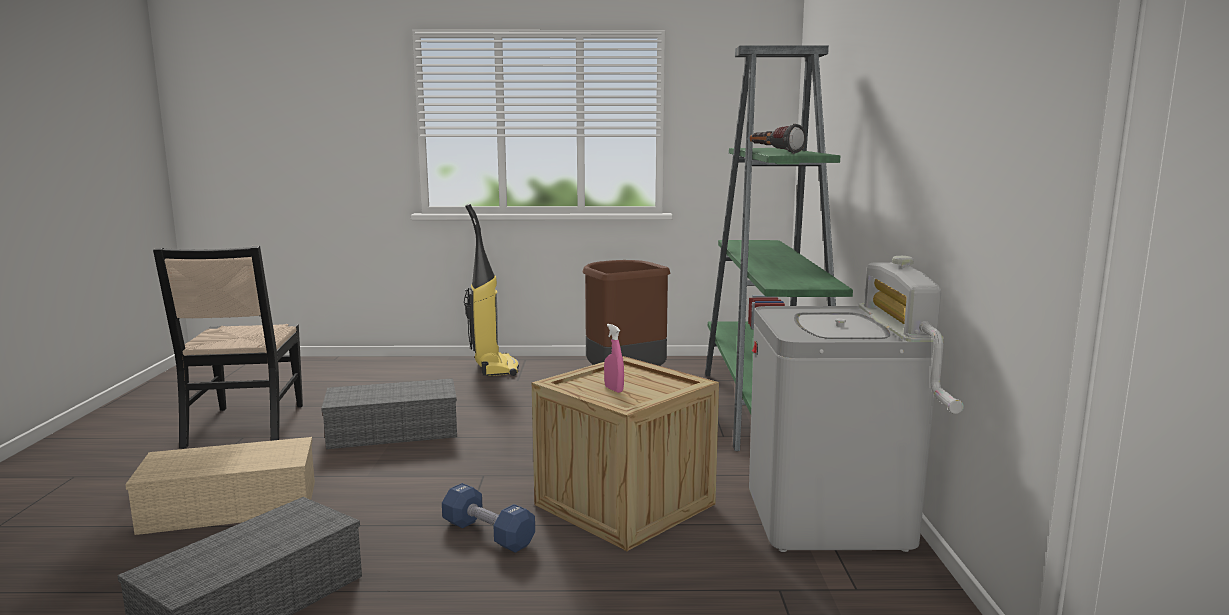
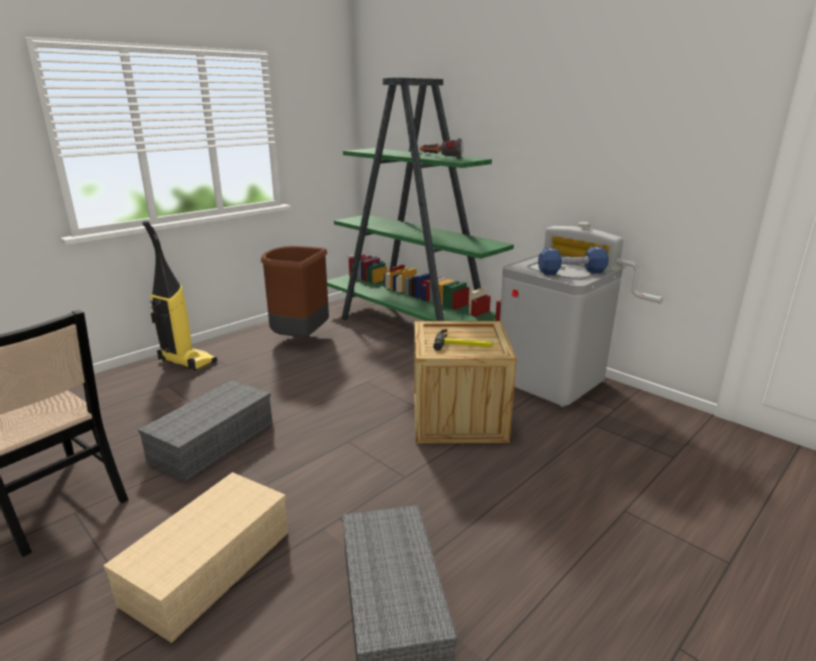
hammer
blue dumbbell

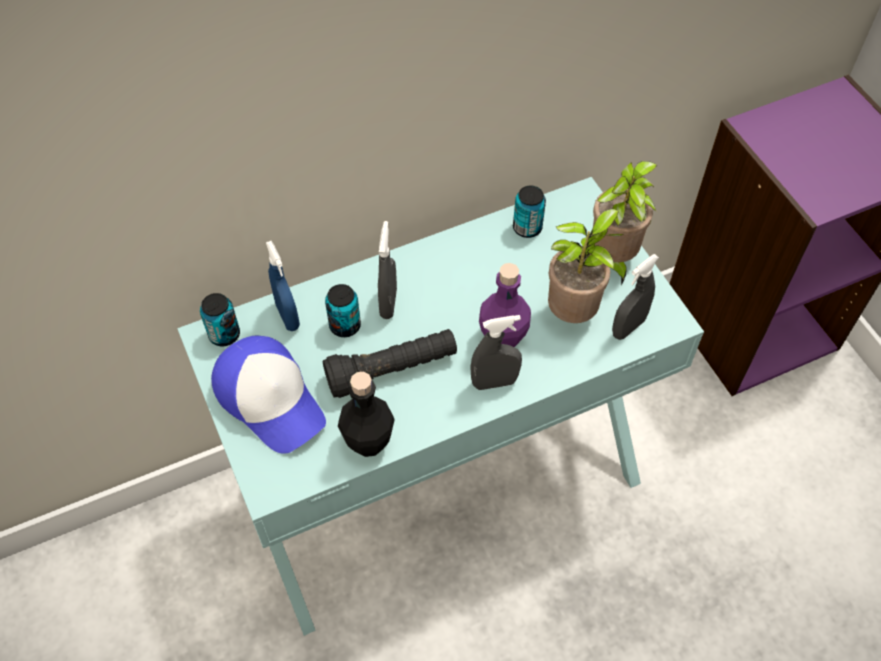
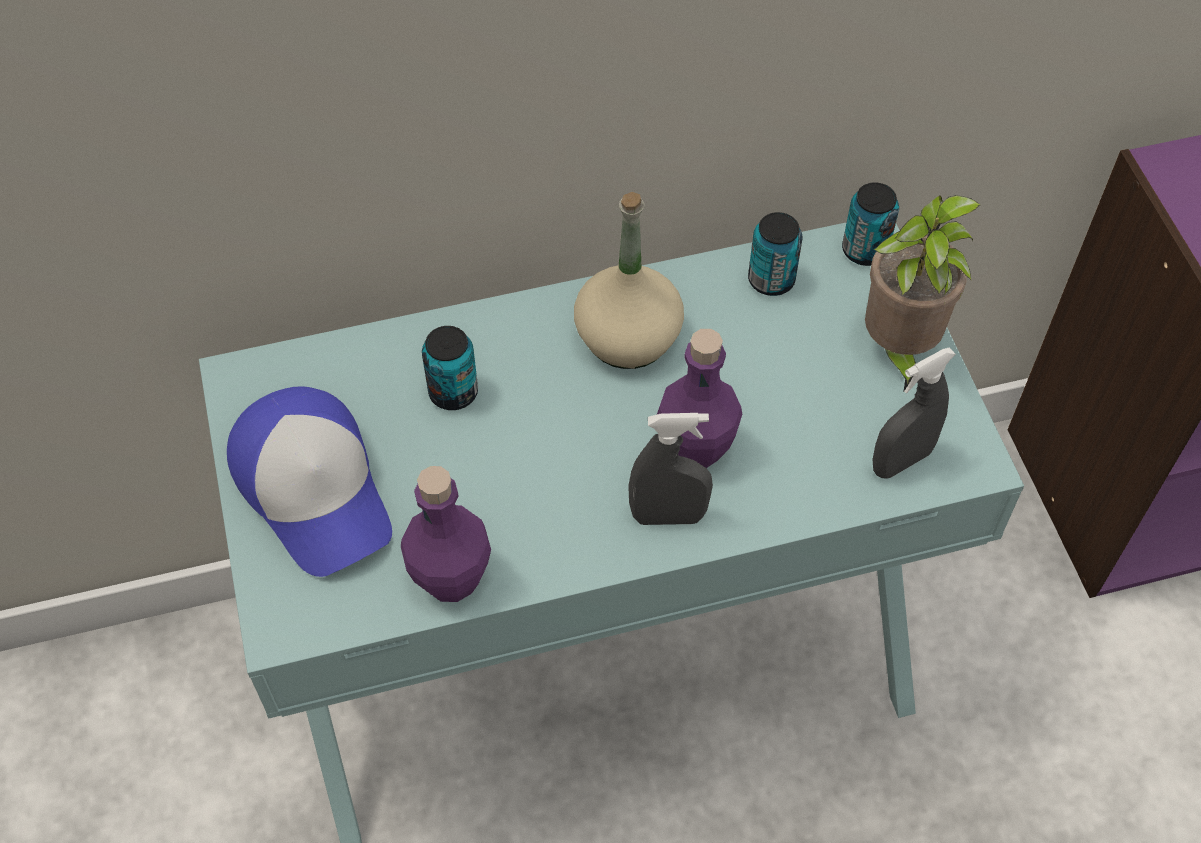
purple bottle (no. 1 from left)
beige bottle
can (no. 3 from left)
blue spray bottle
black flashlight
grey spray bottle (no. 1 from left in the first image)
potted plant (no. 1 from left in the first image)

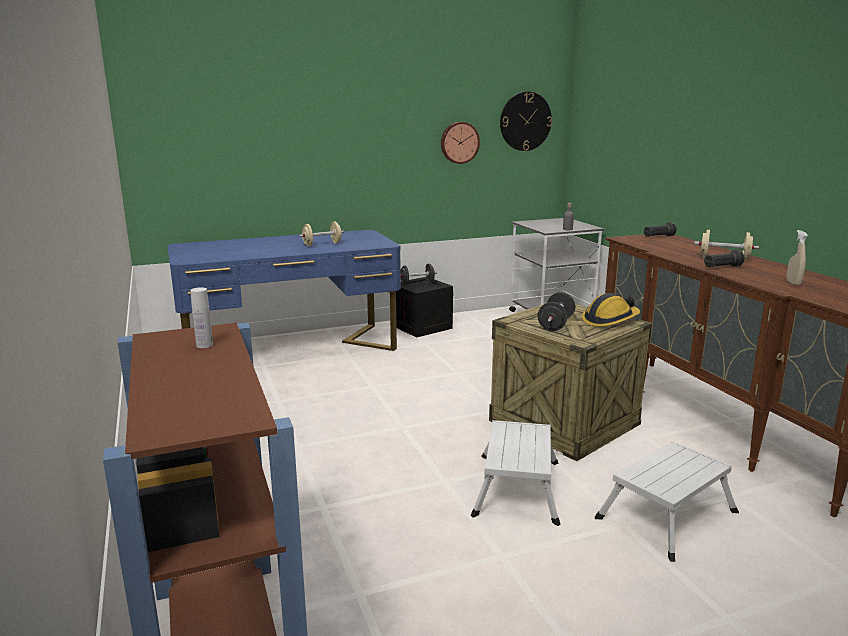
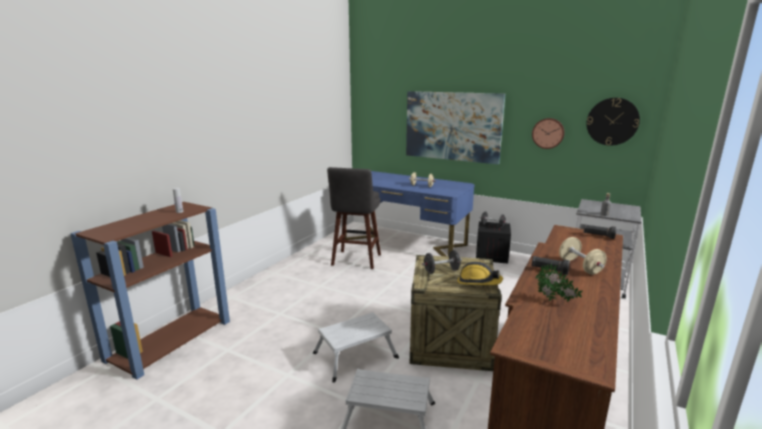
grey stool
picture
potted plant

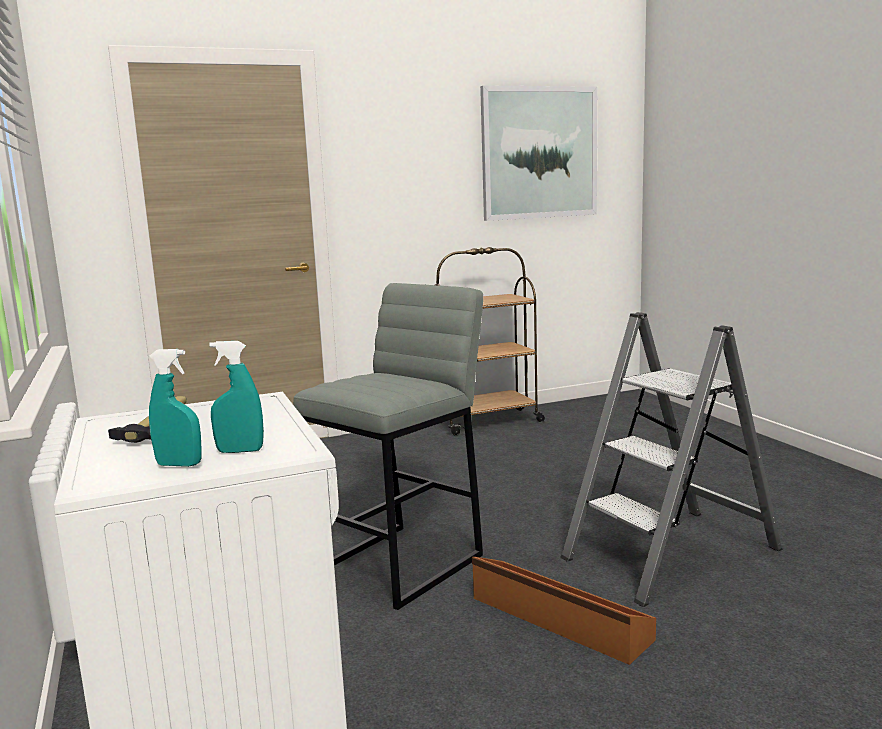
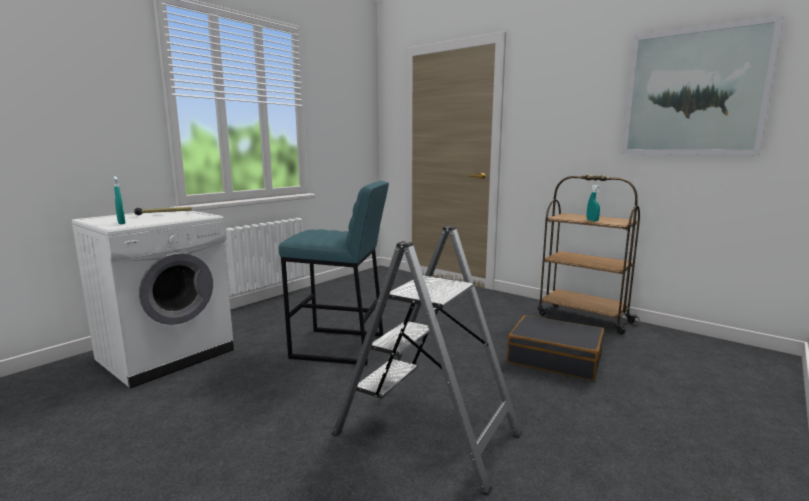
turquoise stool
black suitcase
turquoise spray bottle (no. 2 from left)
brown storage box

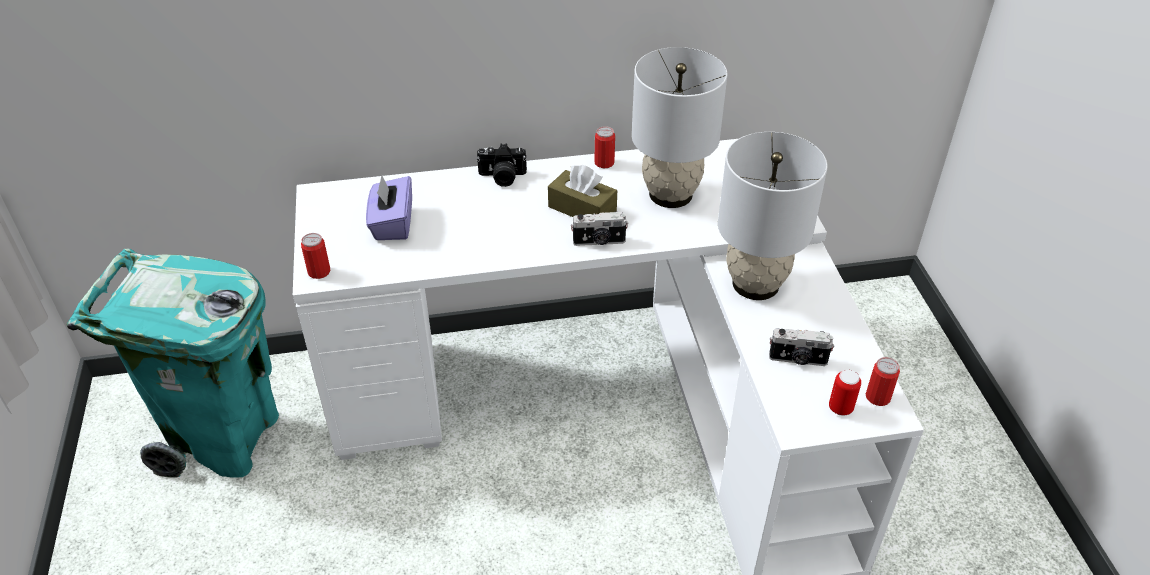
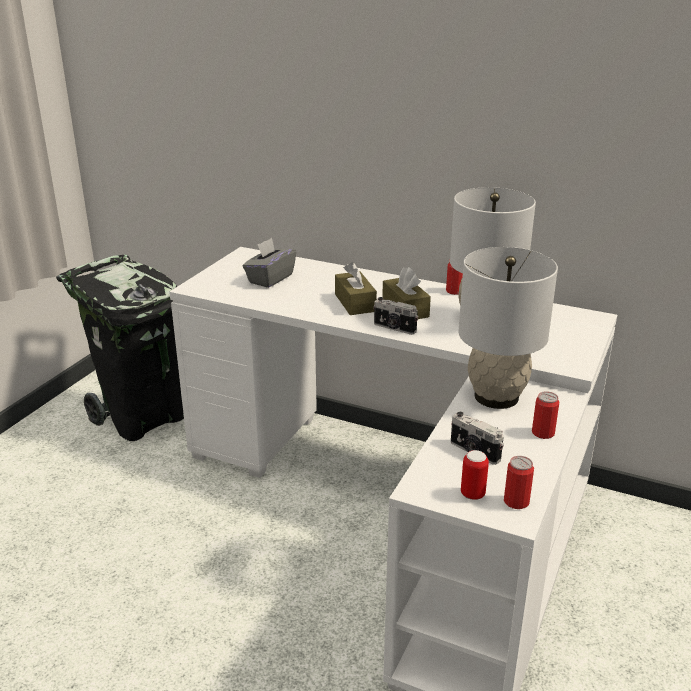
black trash can
grey tissue box
brown tissue box (no. 1 from left)
can (no. 4 from left)
photo camera (no. 1 from left in the first image)

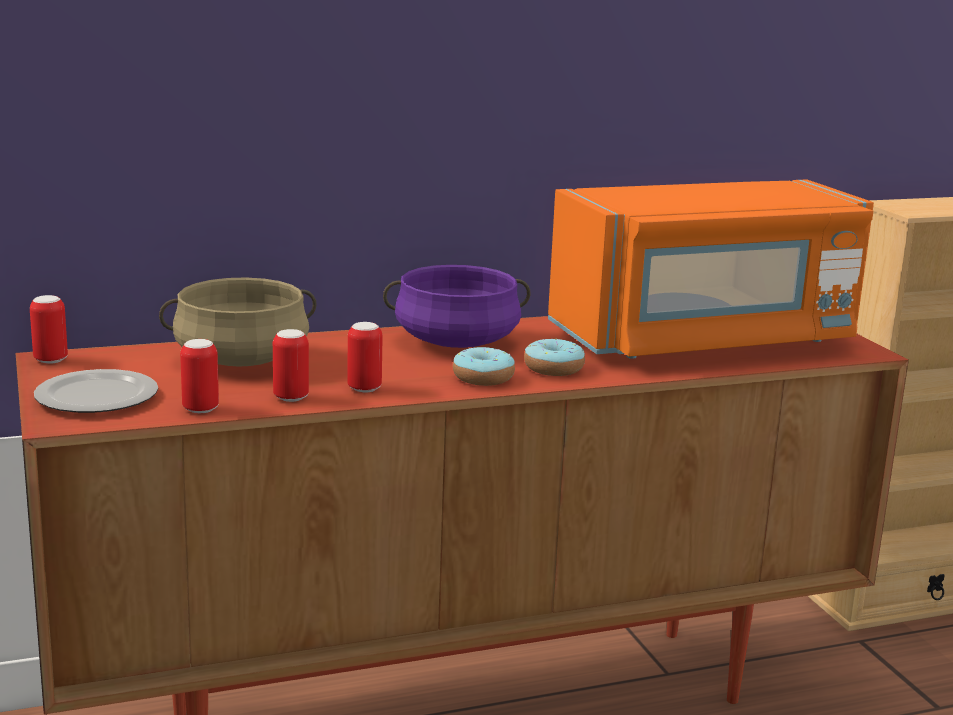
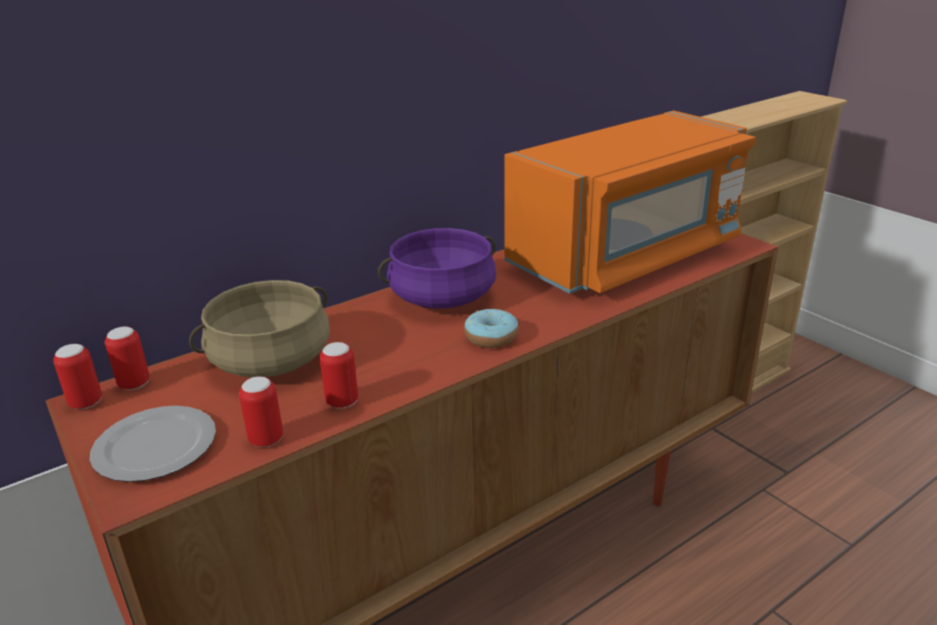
can (no. 2 from left)
donut (no. 2 from left in the first image)

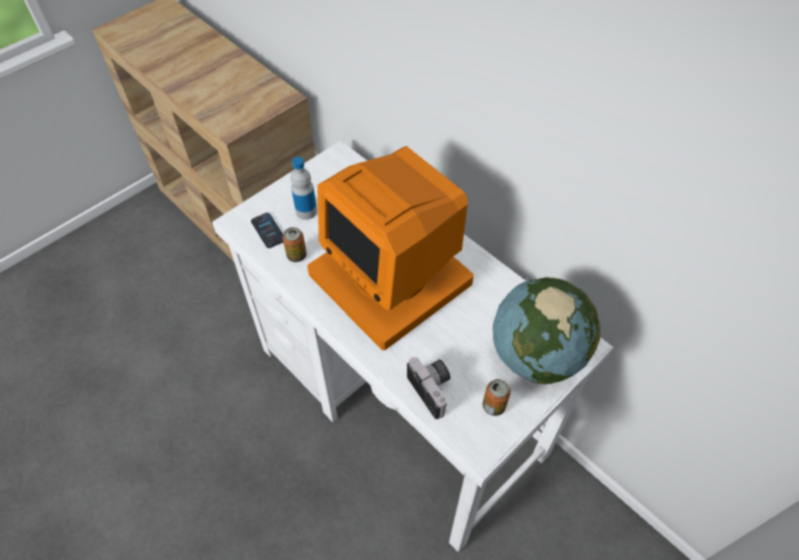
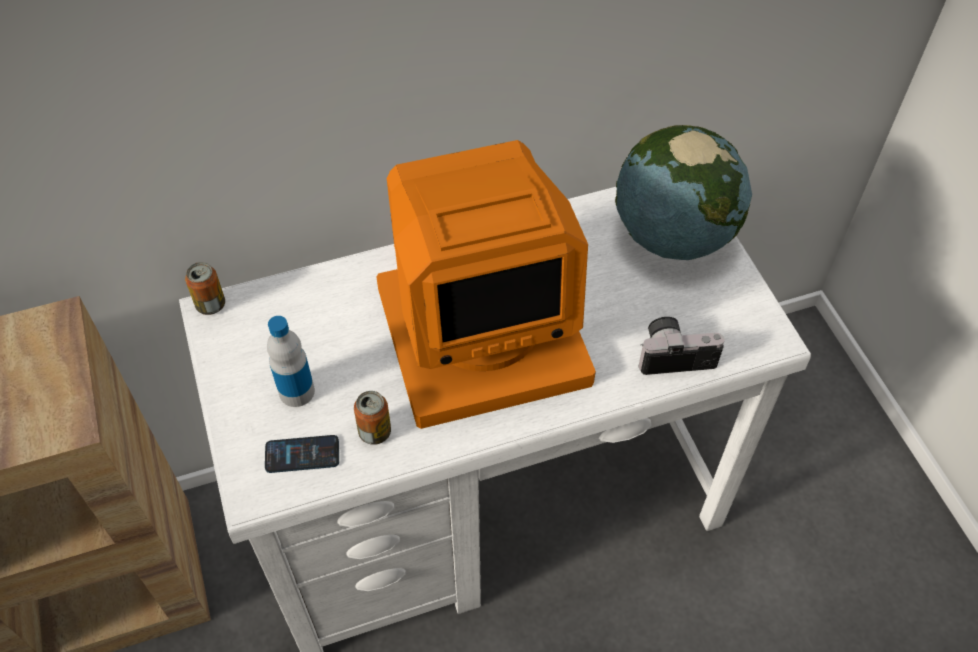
can (no. 1 from left)

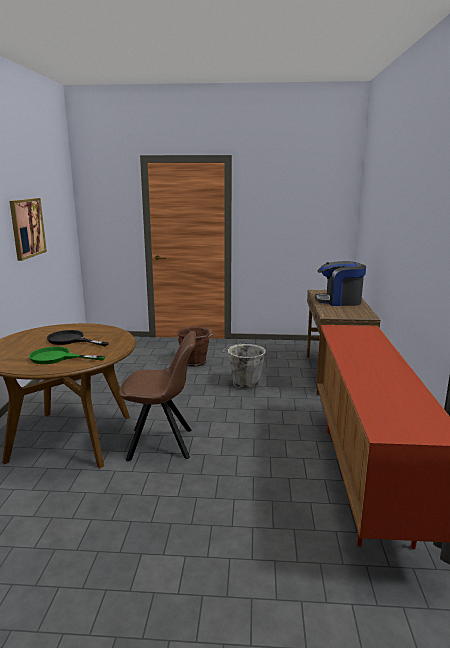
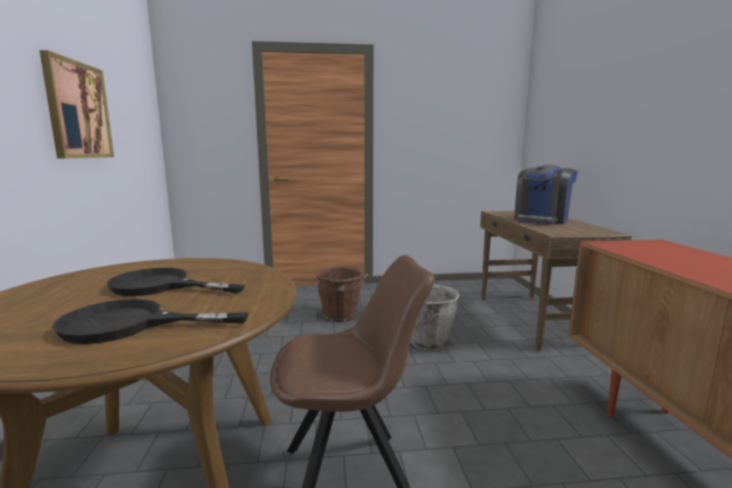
black frying pan (no. 1 from left)
coffee machine

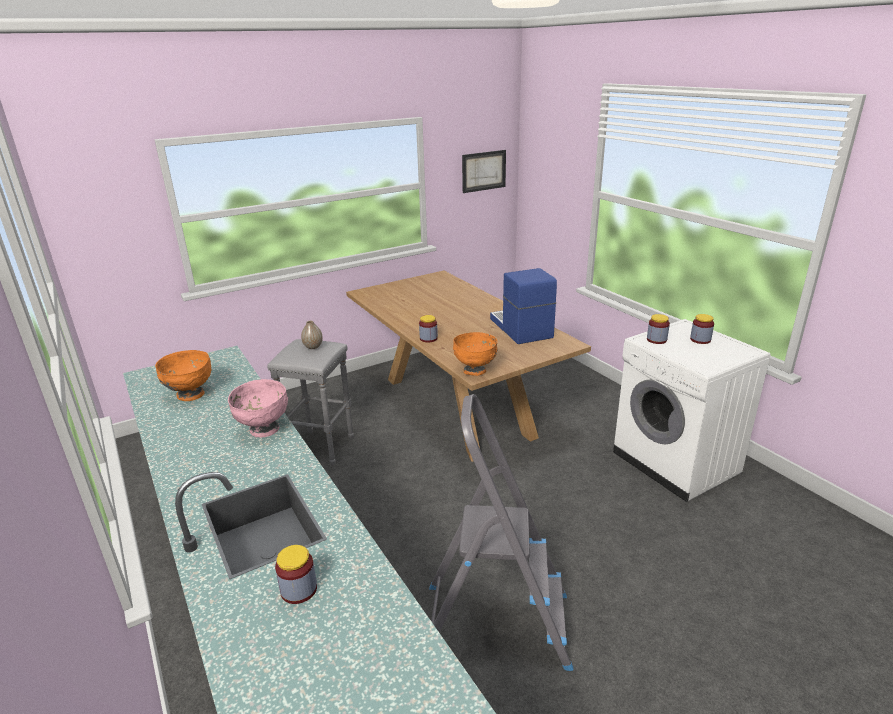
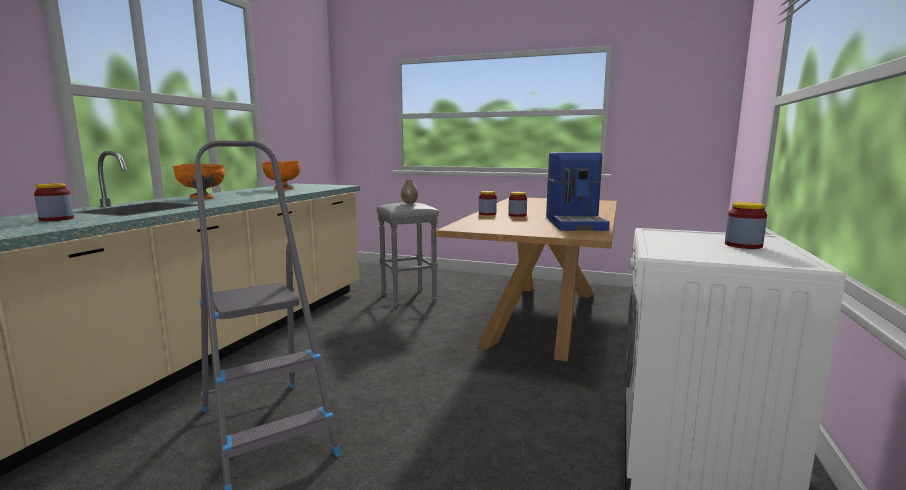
orange bowl (no. 1 from left)
jar (no. 3 from left)
coffee machine
pink bowl
picture

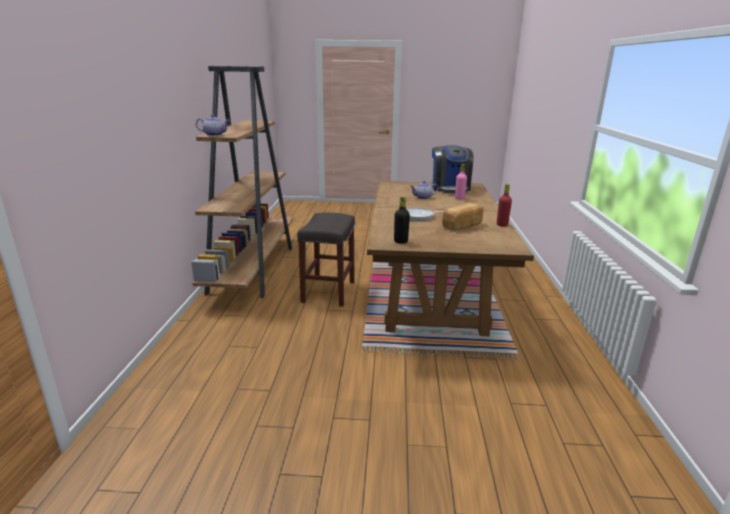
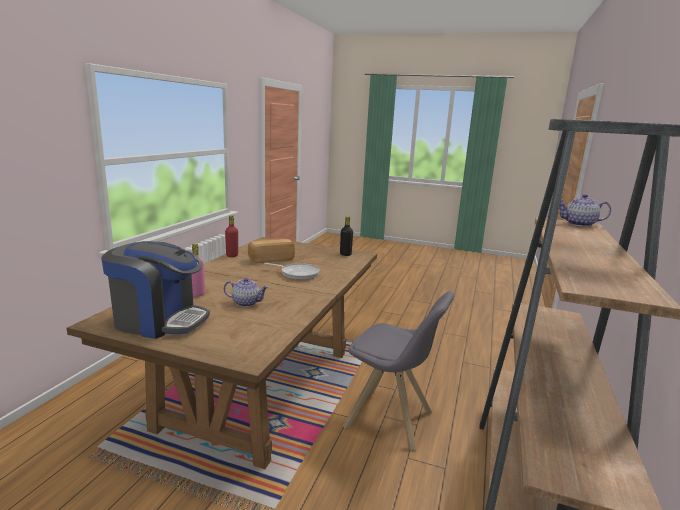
coffee machine
grey chair

